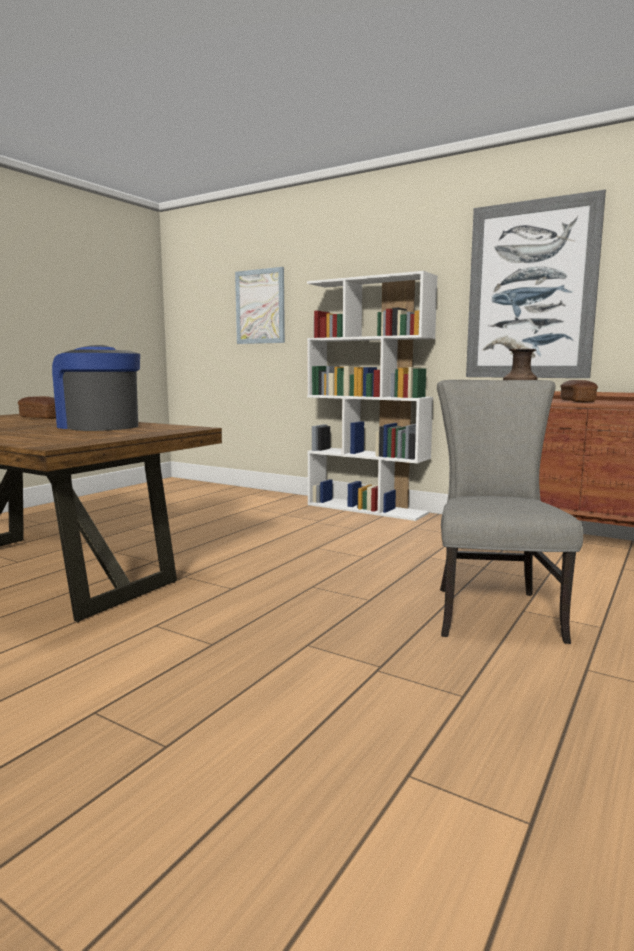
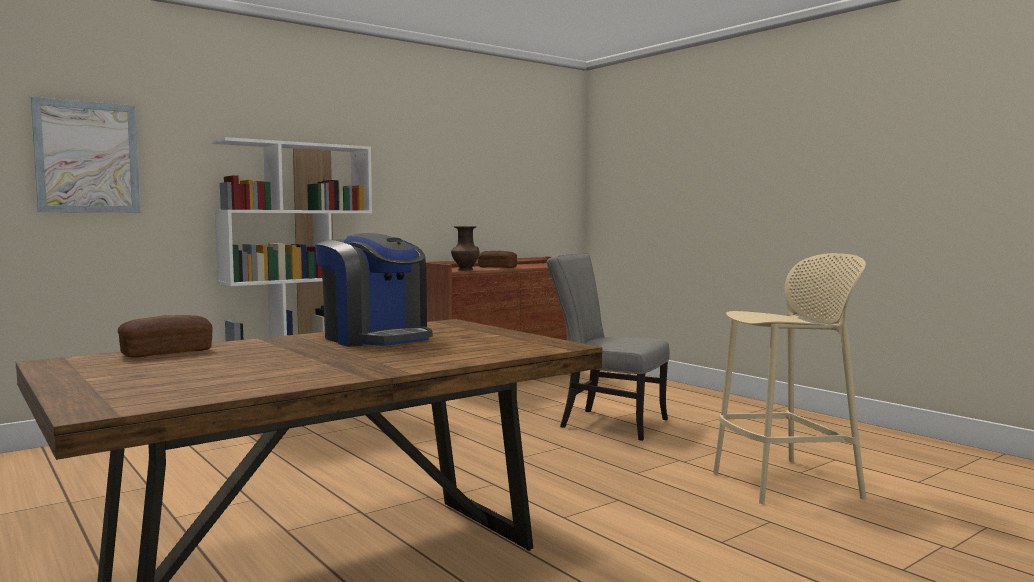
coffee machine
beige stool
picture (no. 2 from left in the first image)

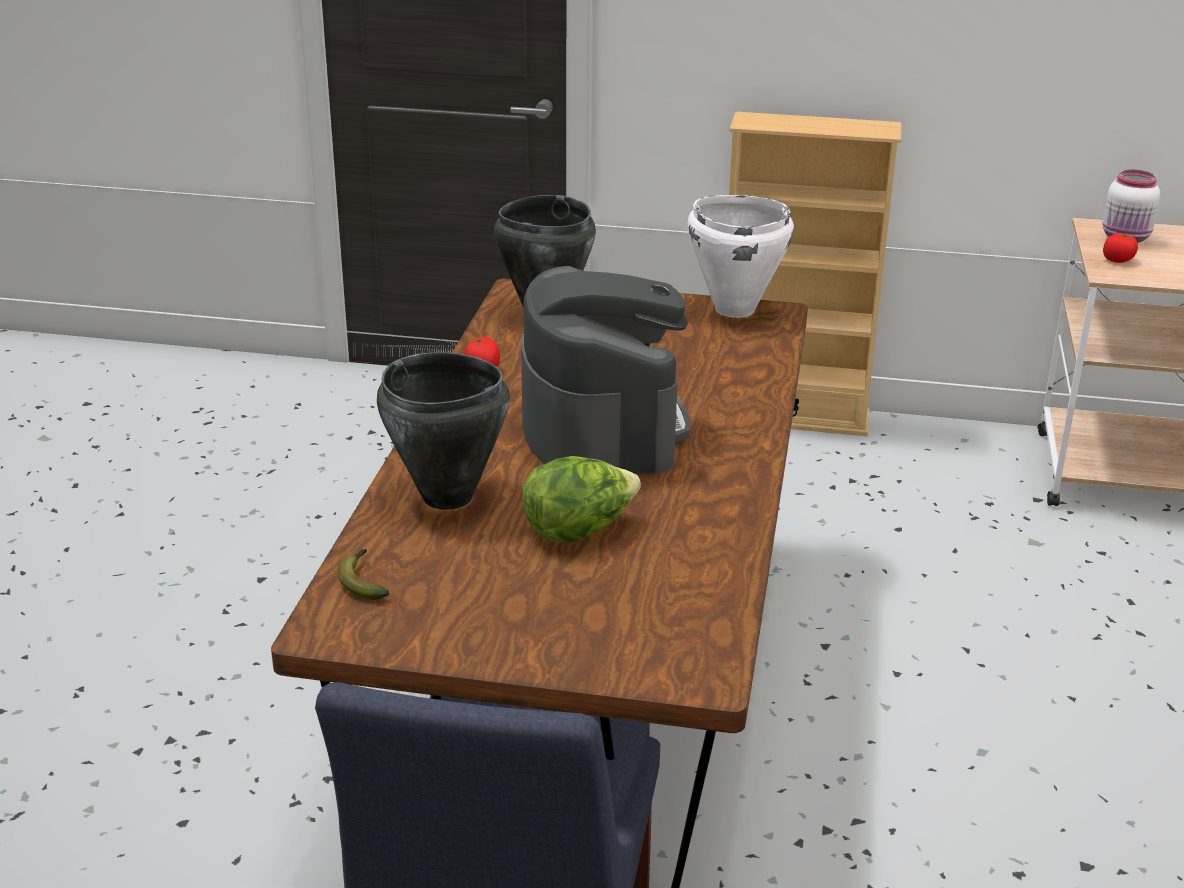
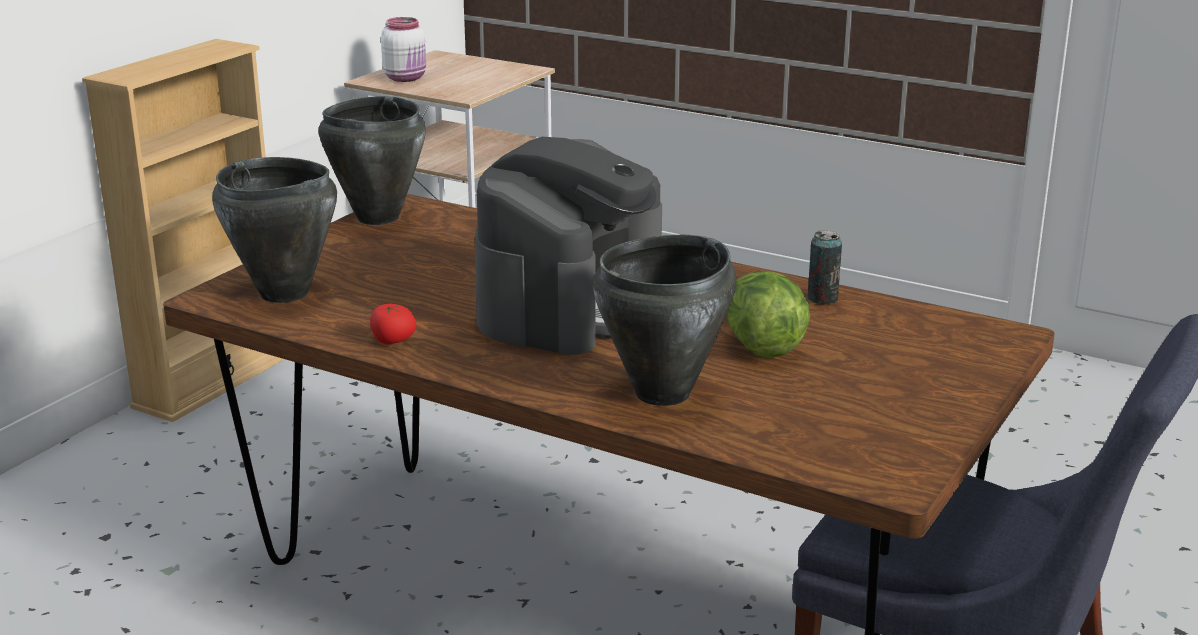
black cooking pot (no. 2 from left)
coffee machine
can
banana
tomato (no. 2 from left in the first image)

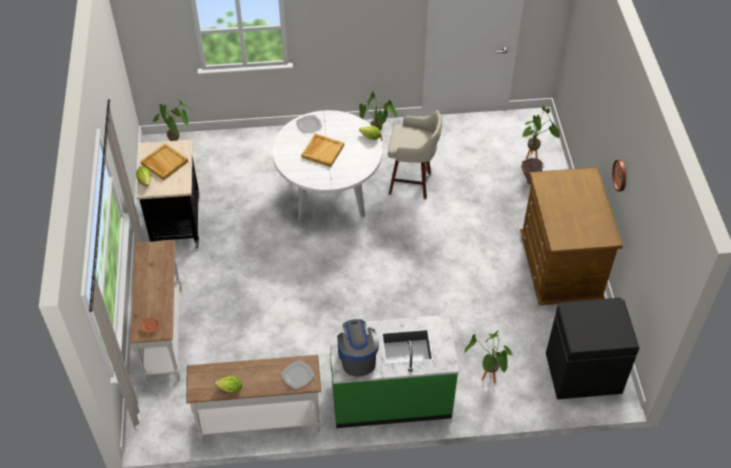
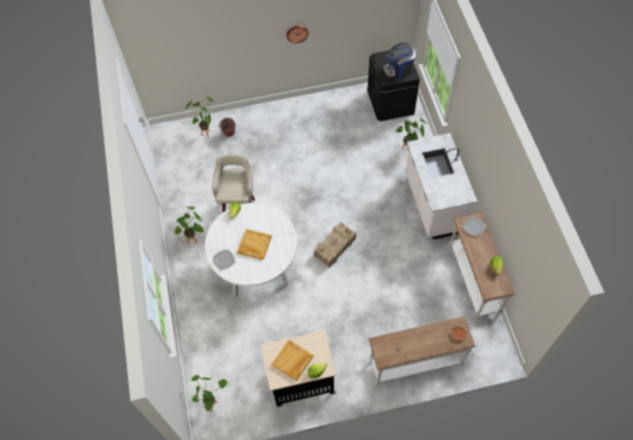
crate
coffee machine
white counter
brown dresser

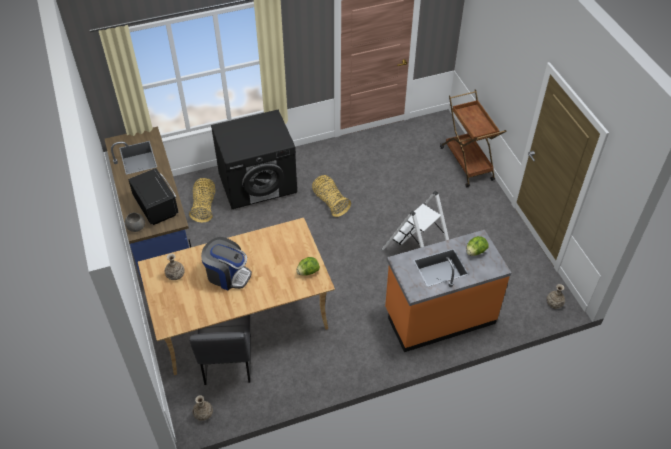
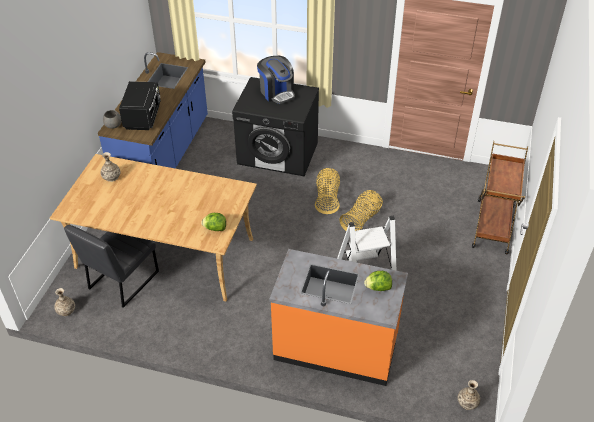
coffee machine
basket (no. 2 from left)

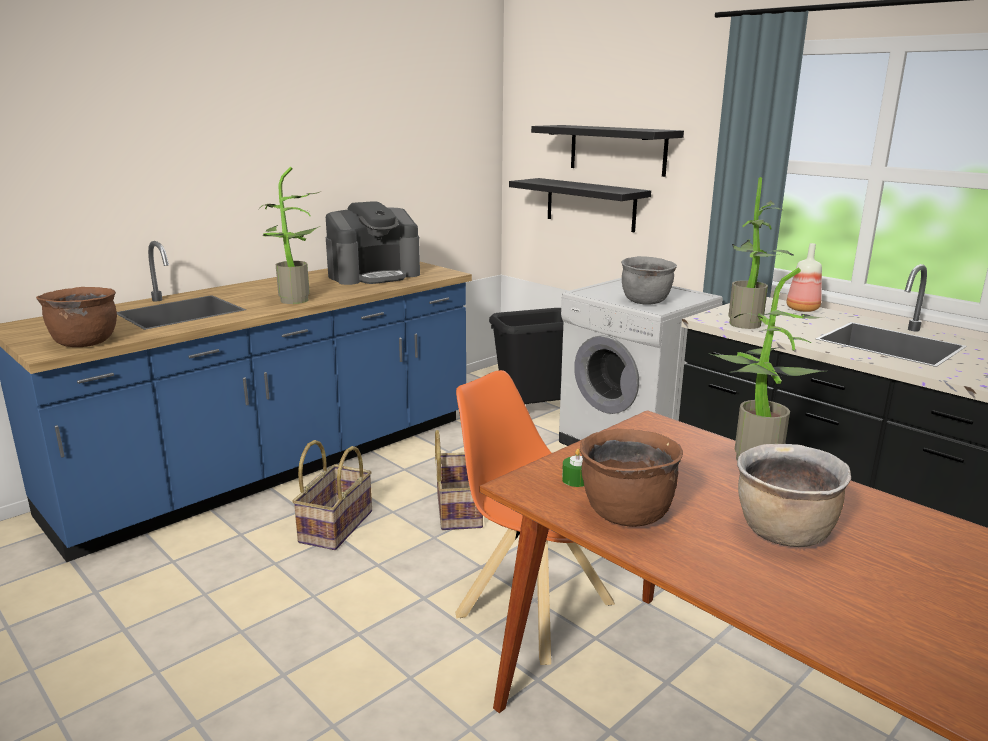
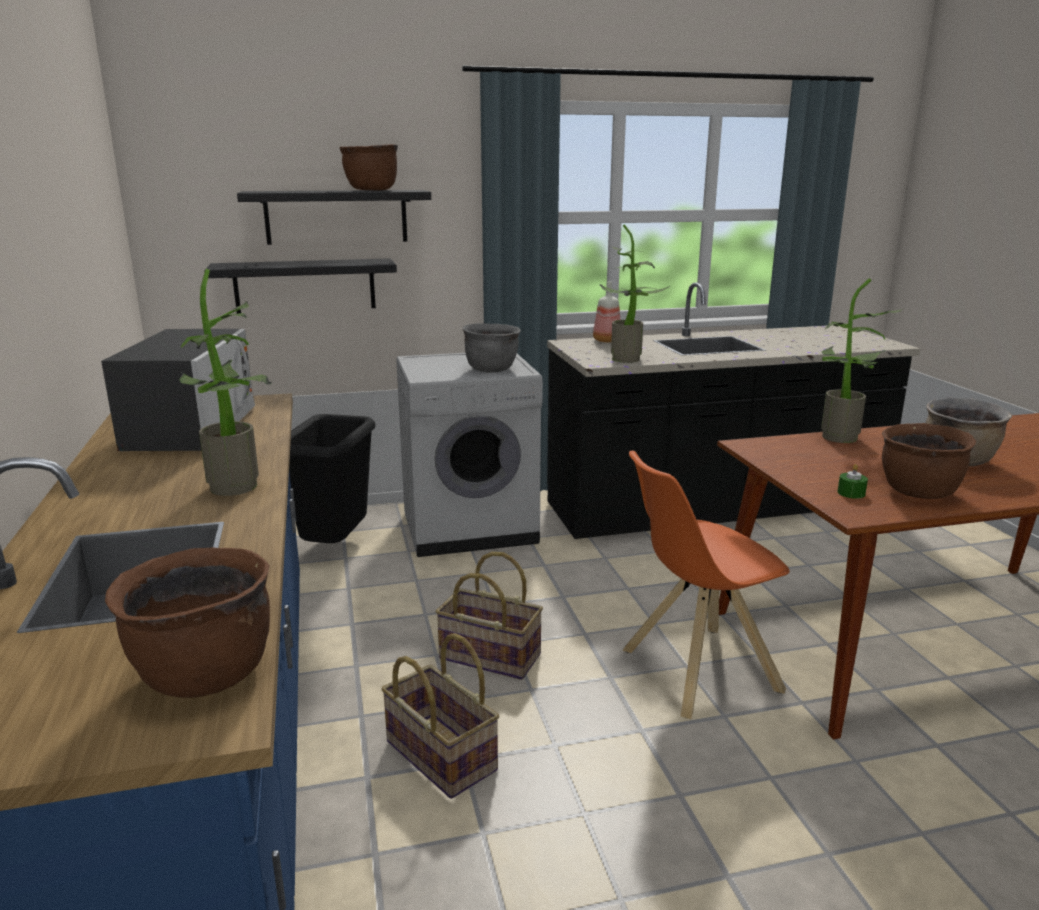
microwave
brown cooking pot (no. 2 from left)

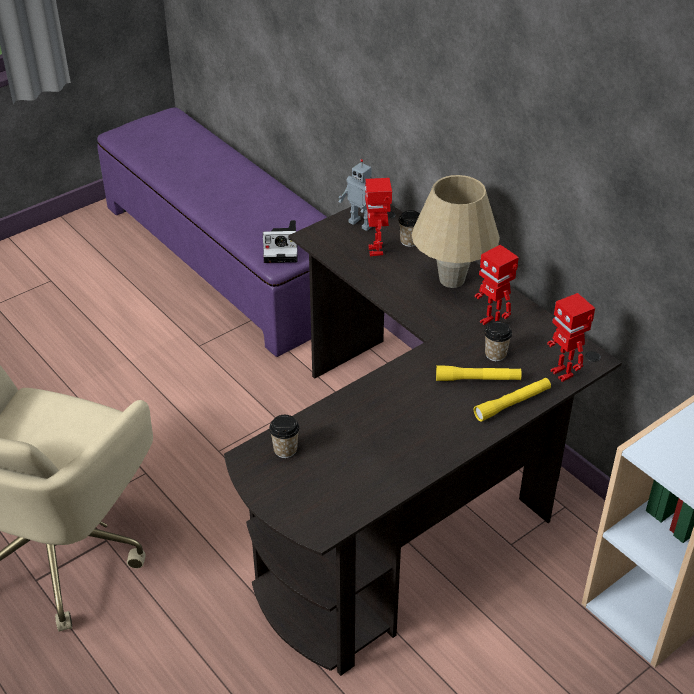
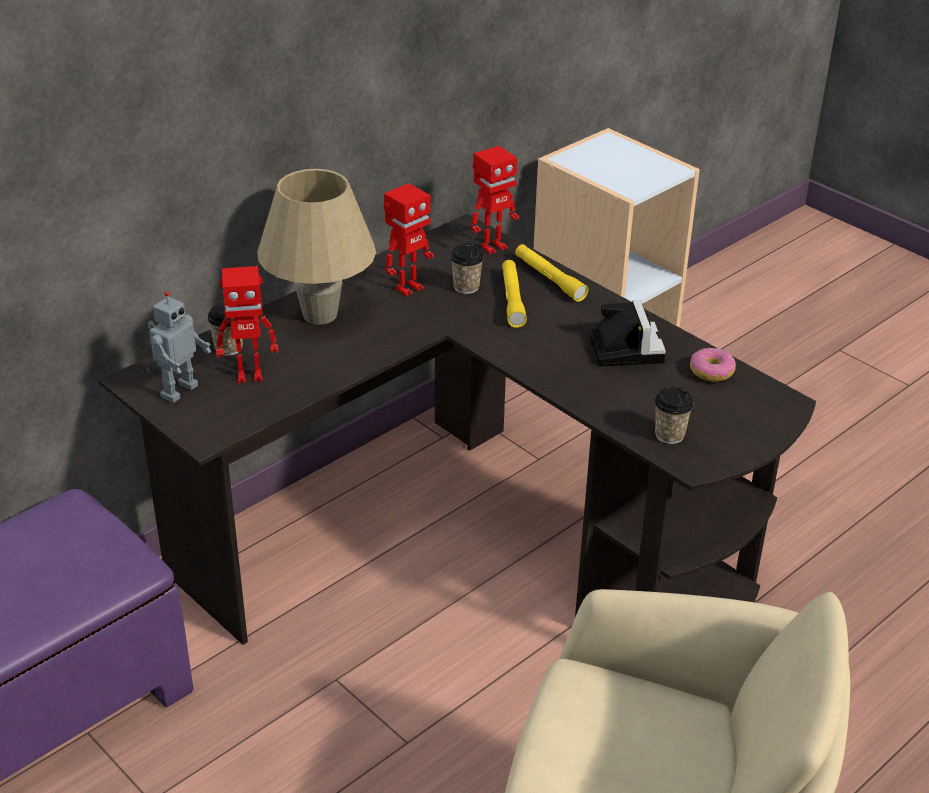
photo camera
donut

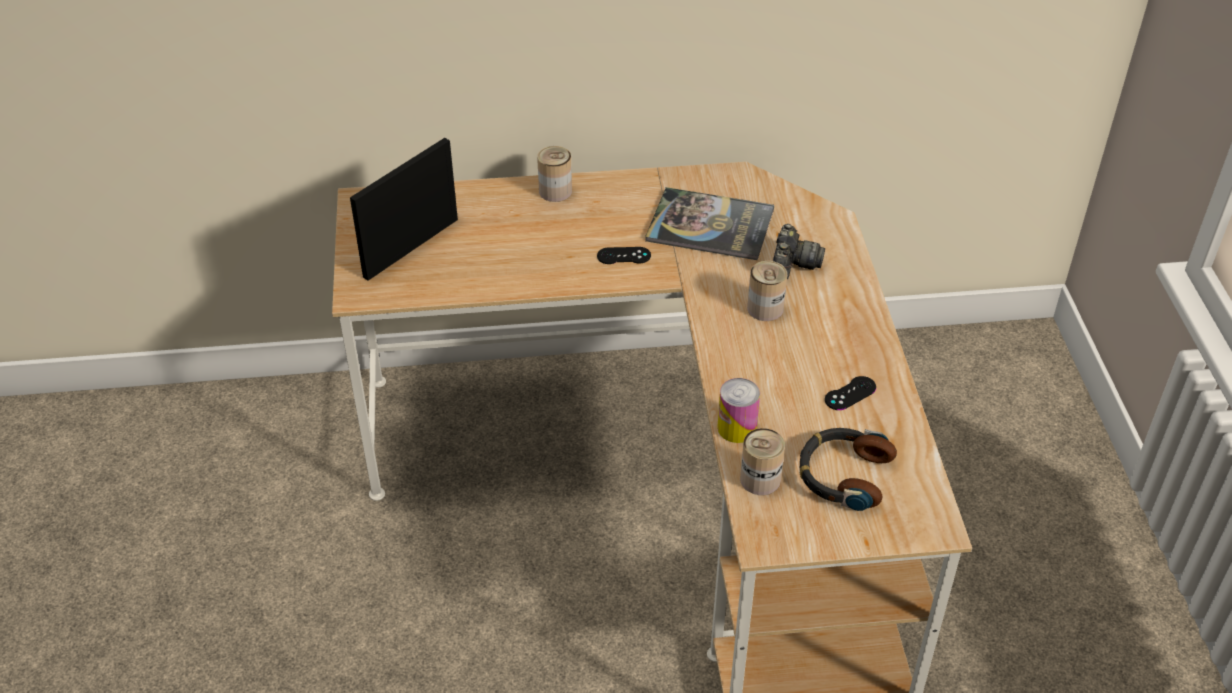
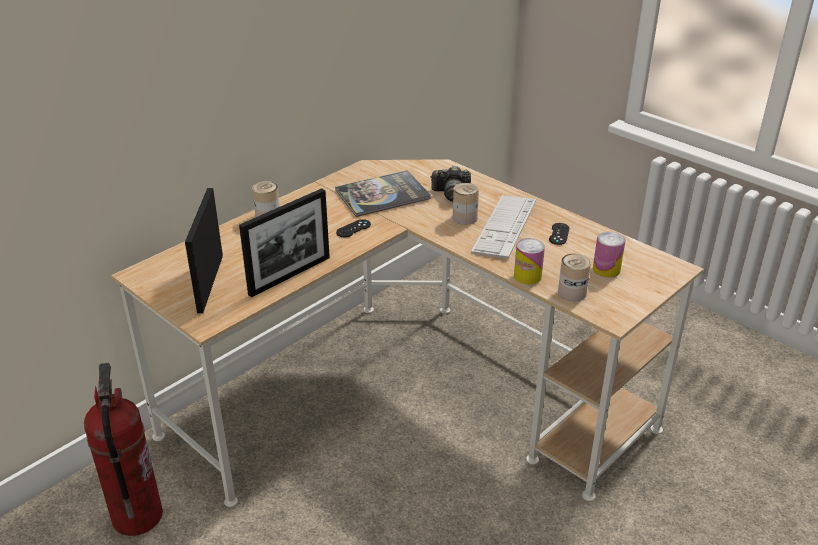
fire extinguisher
picture frame (no. 2 from left)
photo camera
keyboard
can (no. 5 from left)

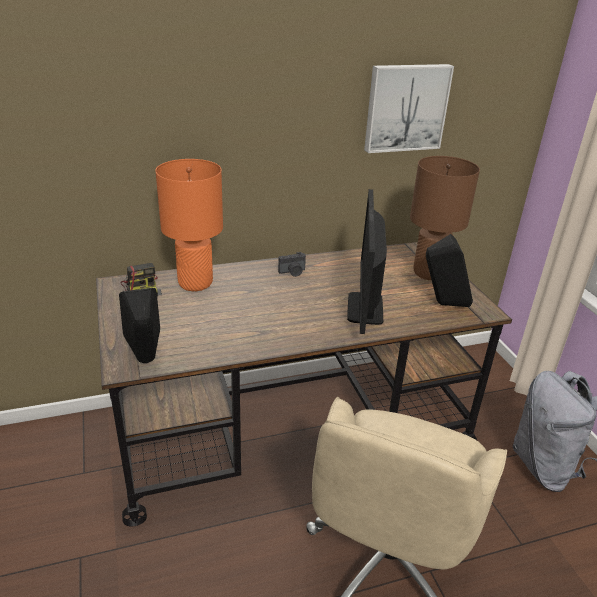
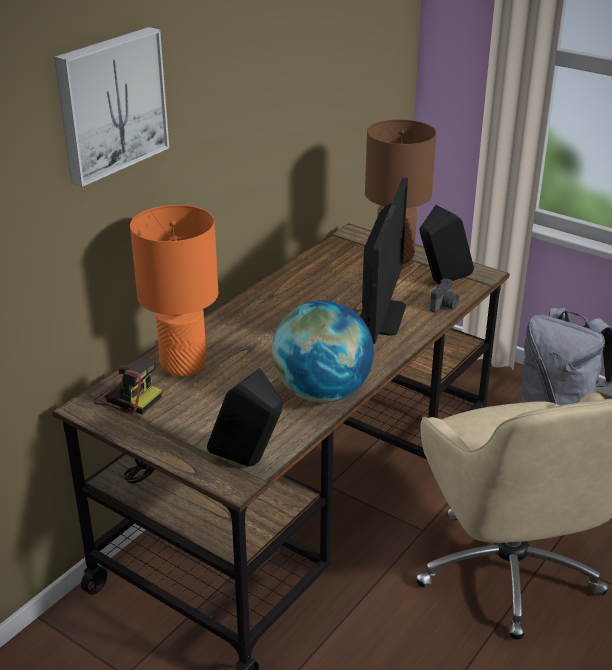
picture
globe
monitor
photo camera (no. 2 from left)

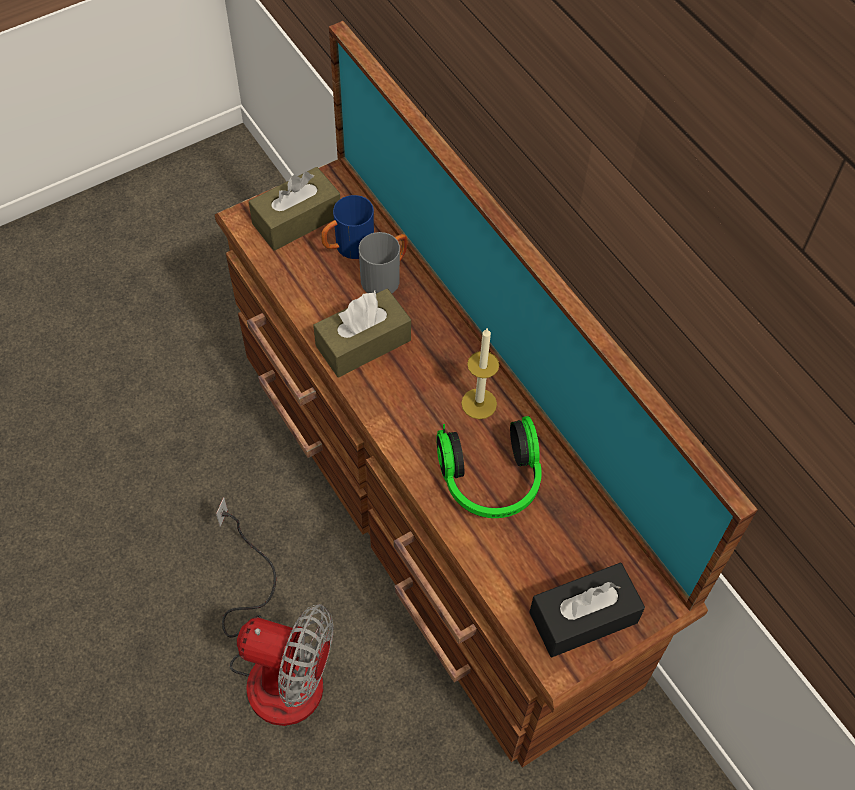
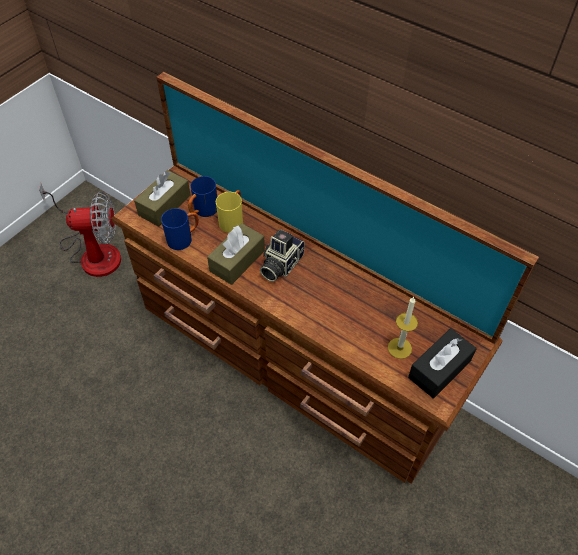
fan
blue mug (no. 1 from left)
yellow mug
photo camera
candle
headphones

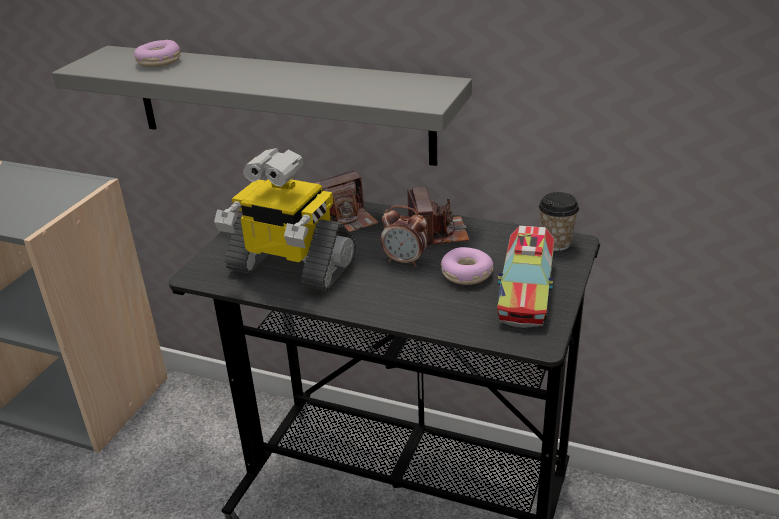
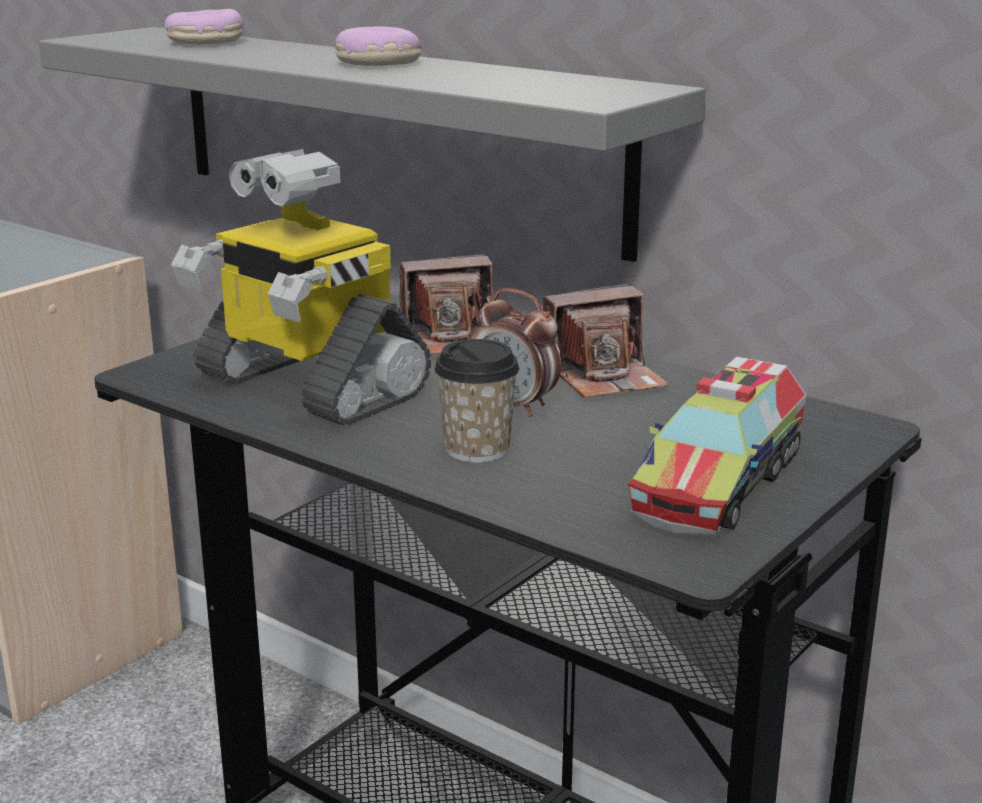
donut (no. 2 from left)
cup
photo camera (no. 2 from left)

